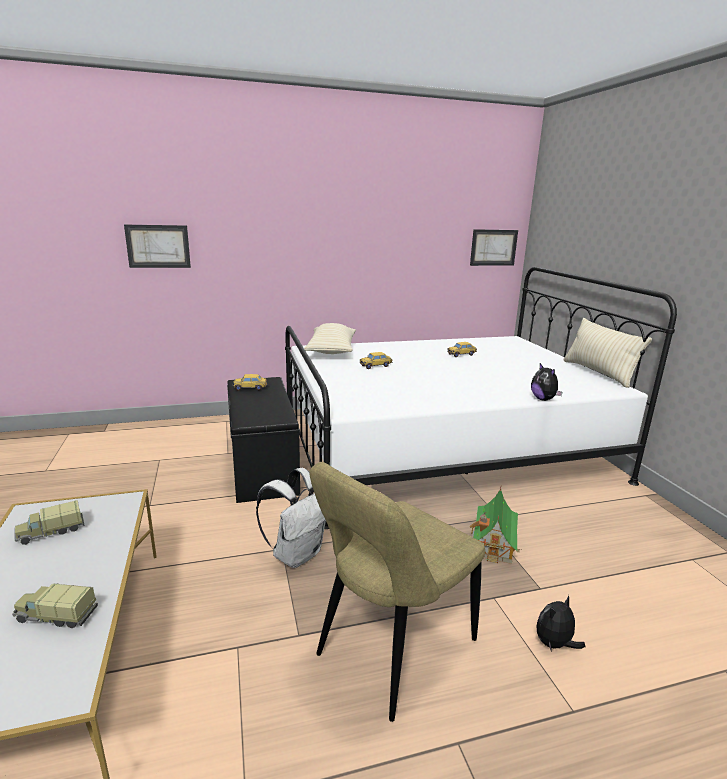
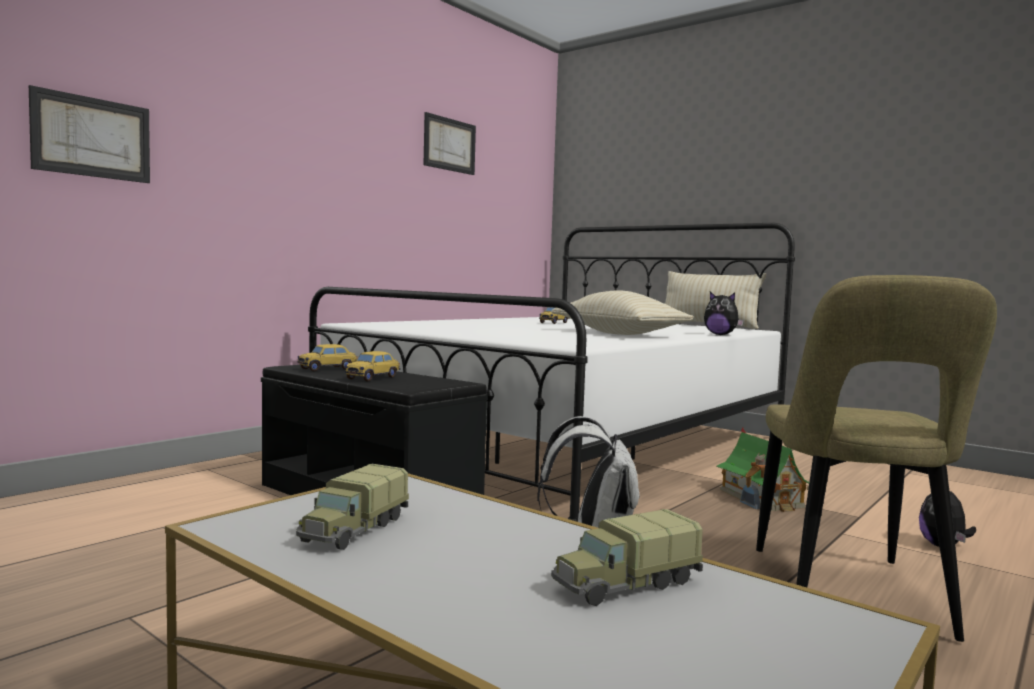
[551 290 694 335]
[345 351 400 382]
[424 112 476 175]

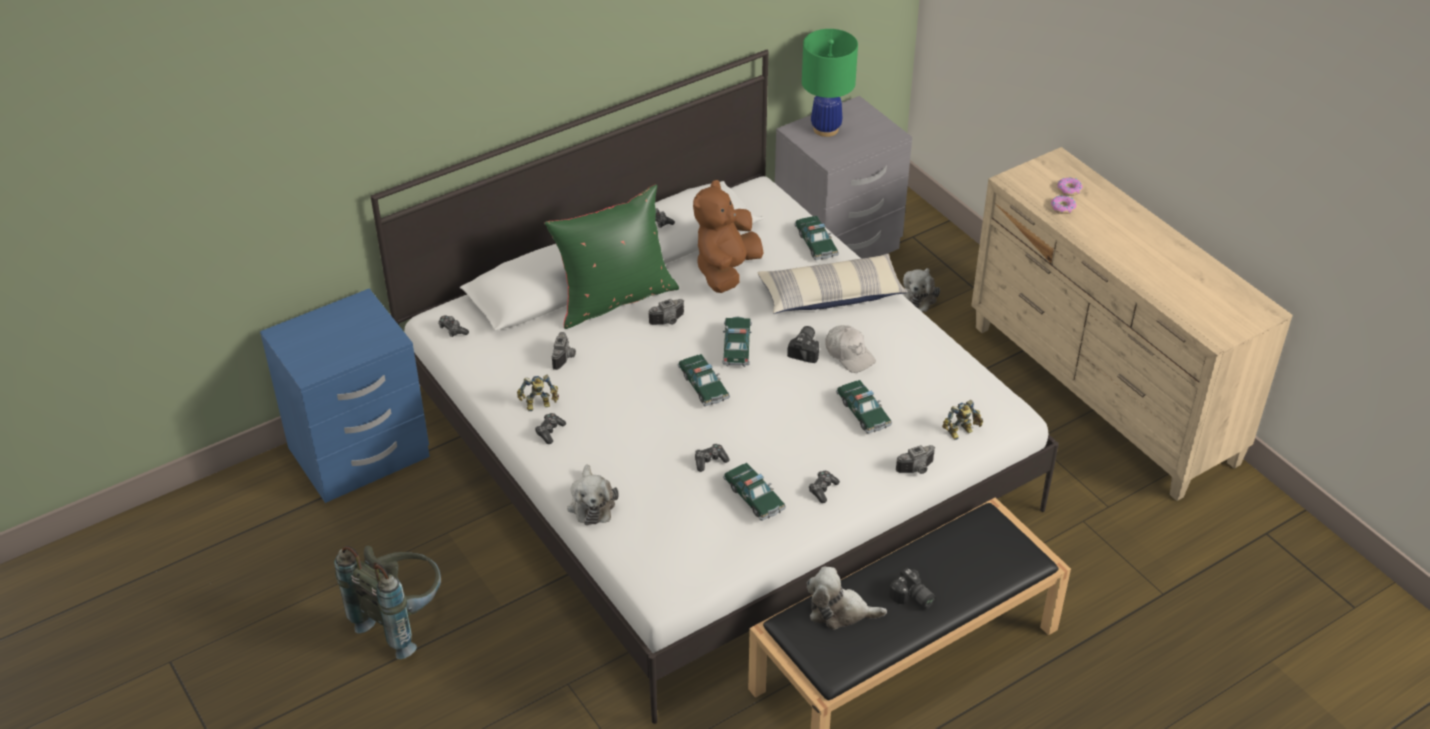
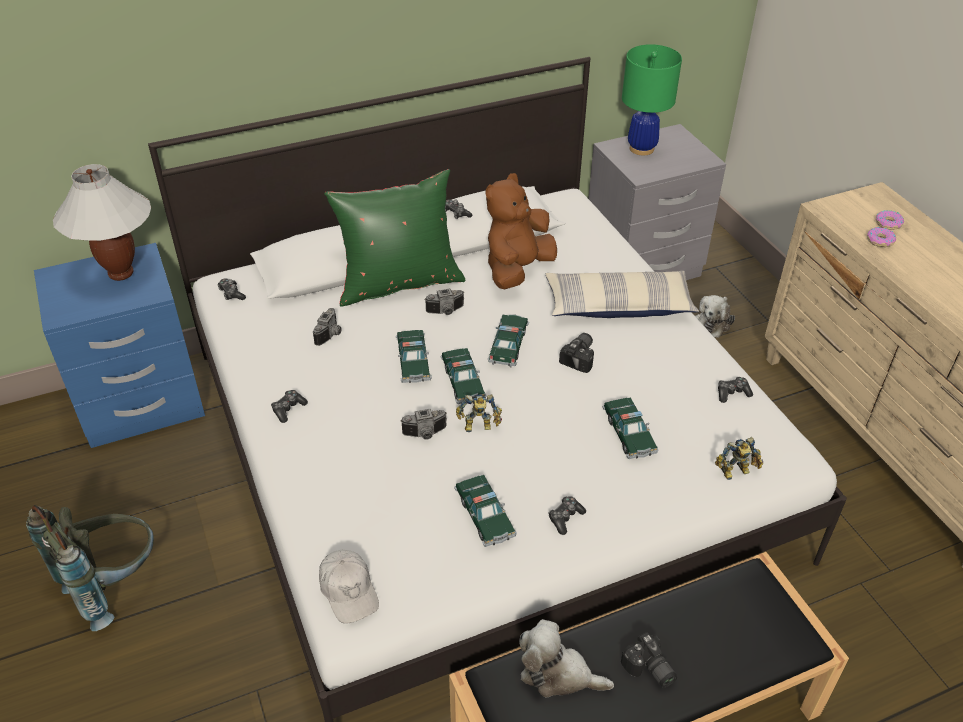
[567 465 619 525] (first image)
[53 164 151 281]
[456 394 502 432]
[718 377 753 403]
[396 330 432 383]
[319 550 379 624]
[400 409 447 440]

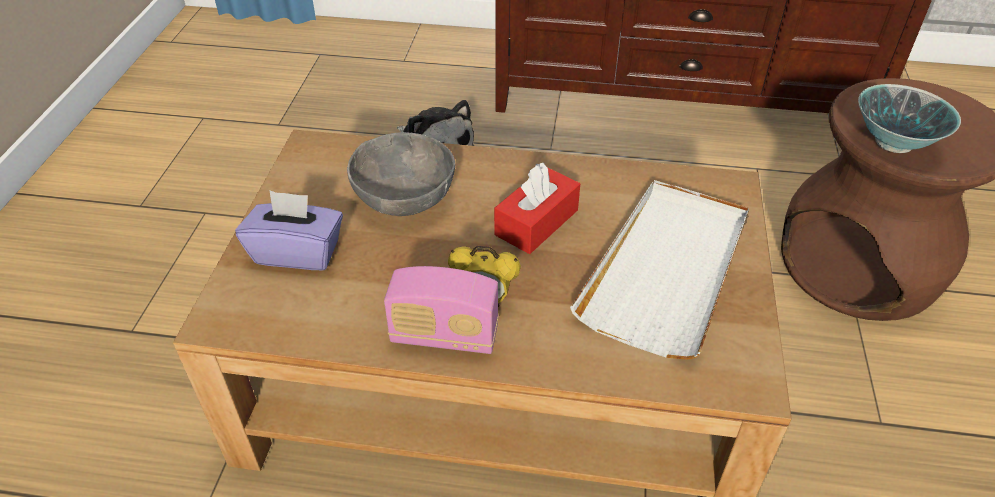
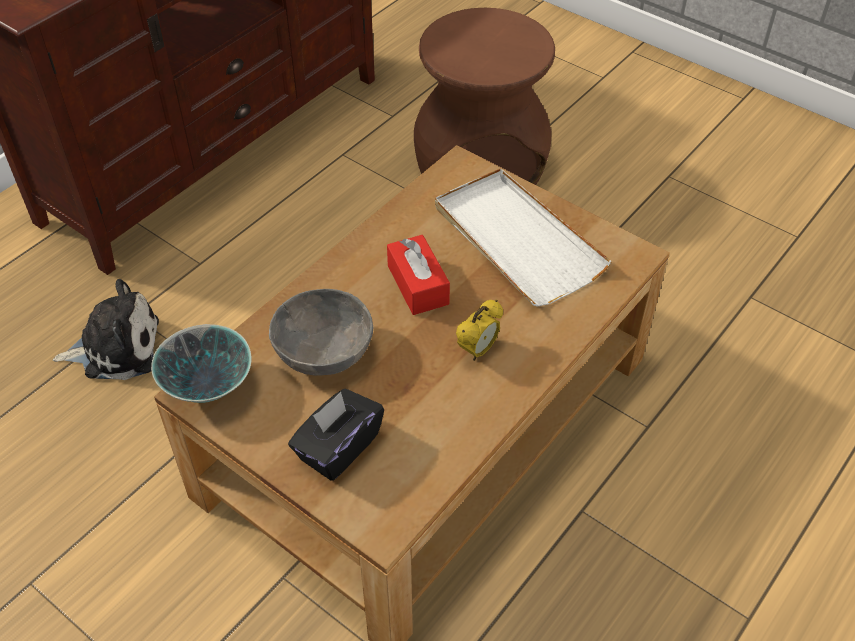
[384 266 499 354] (first image)
[151 324 251 403]
[288 388 384 481]

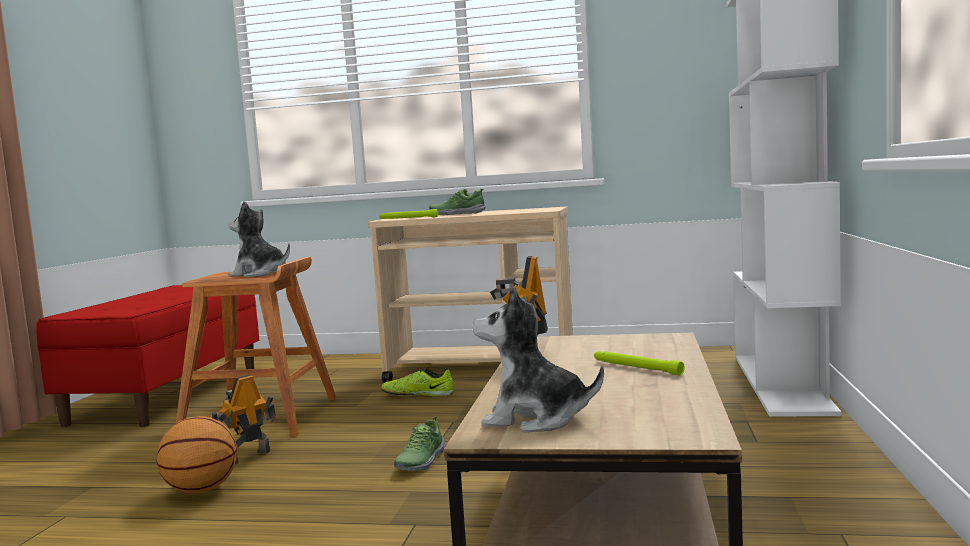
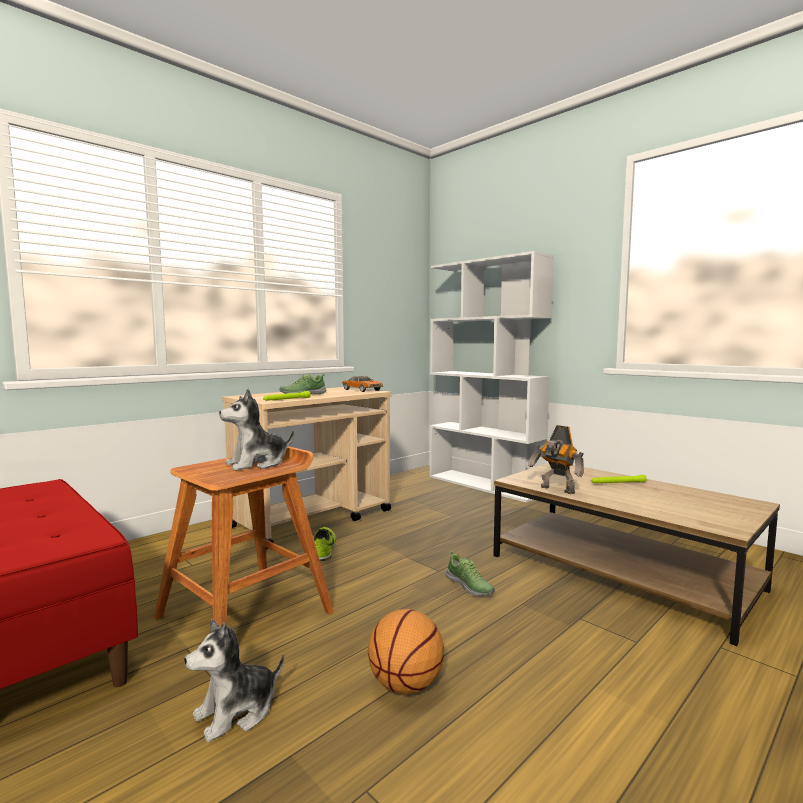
[212 375 276 464] (first image)
[342 376 383 392]
[184 619 284 742]
[314 527 336 561]

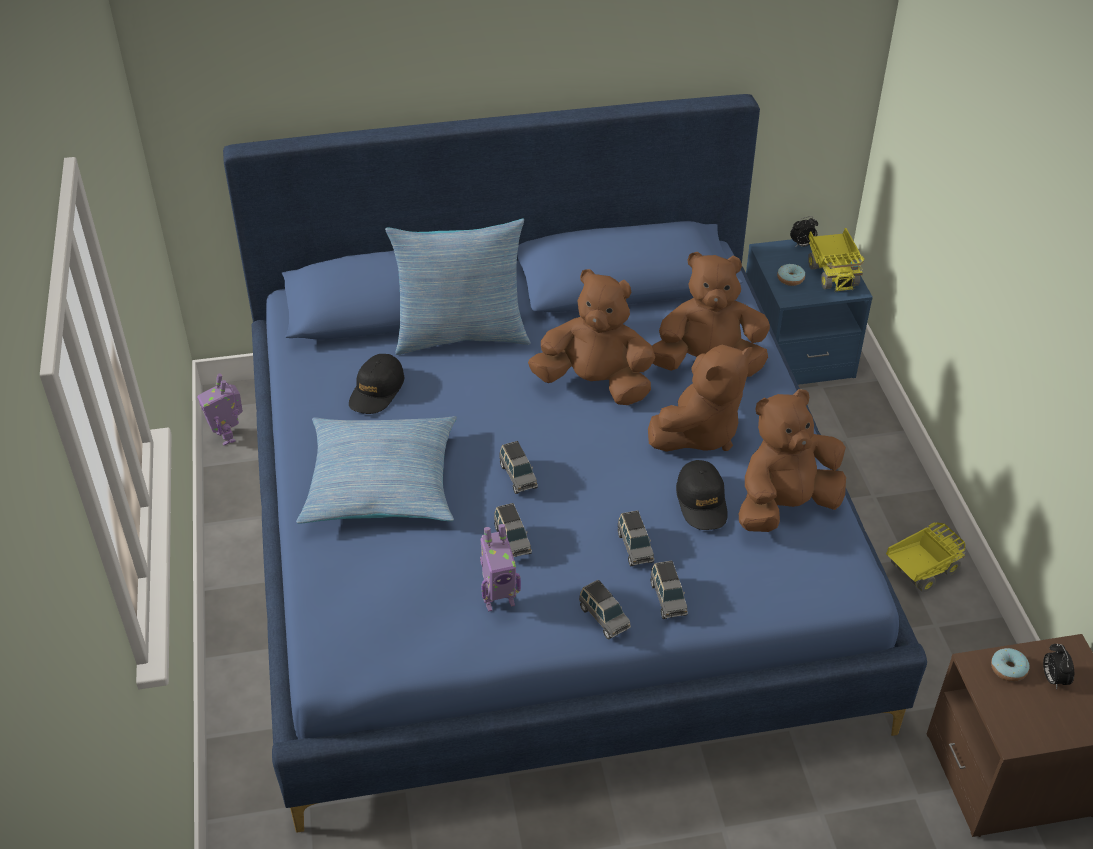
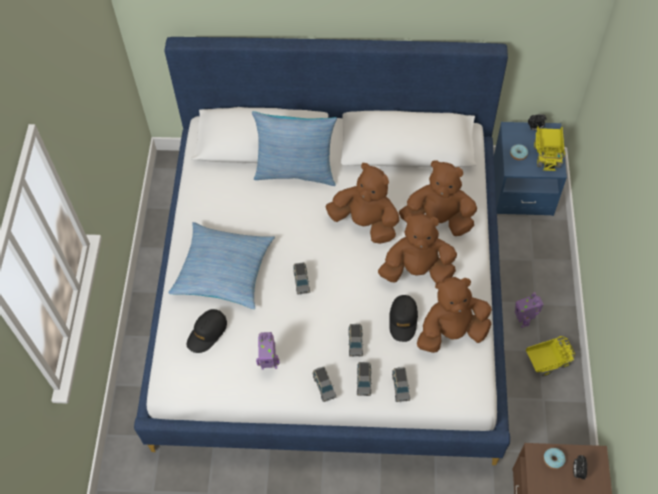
[515 292 544 328]
[187 309 227 353]
[392 367 410 402]
[134 37 510 465]
[378 214 457 283]

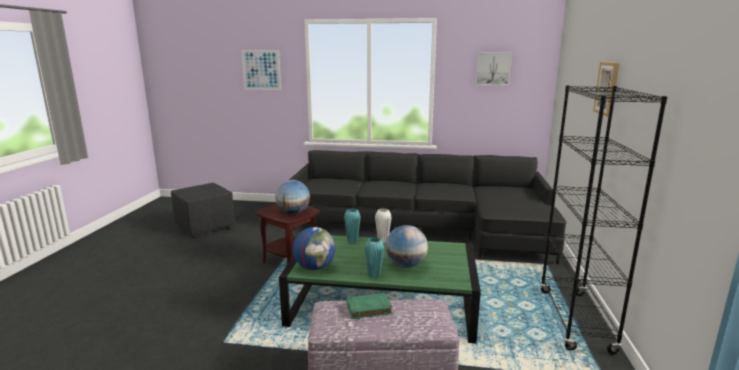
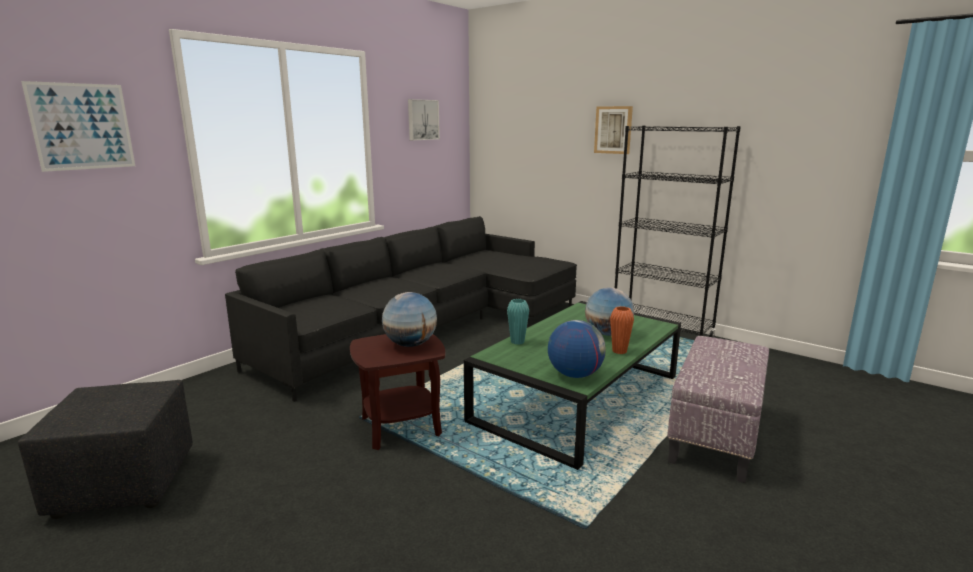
[347 293 393 319] (first image)
[375 209 392 243] (first image)
[610 306 634 354]

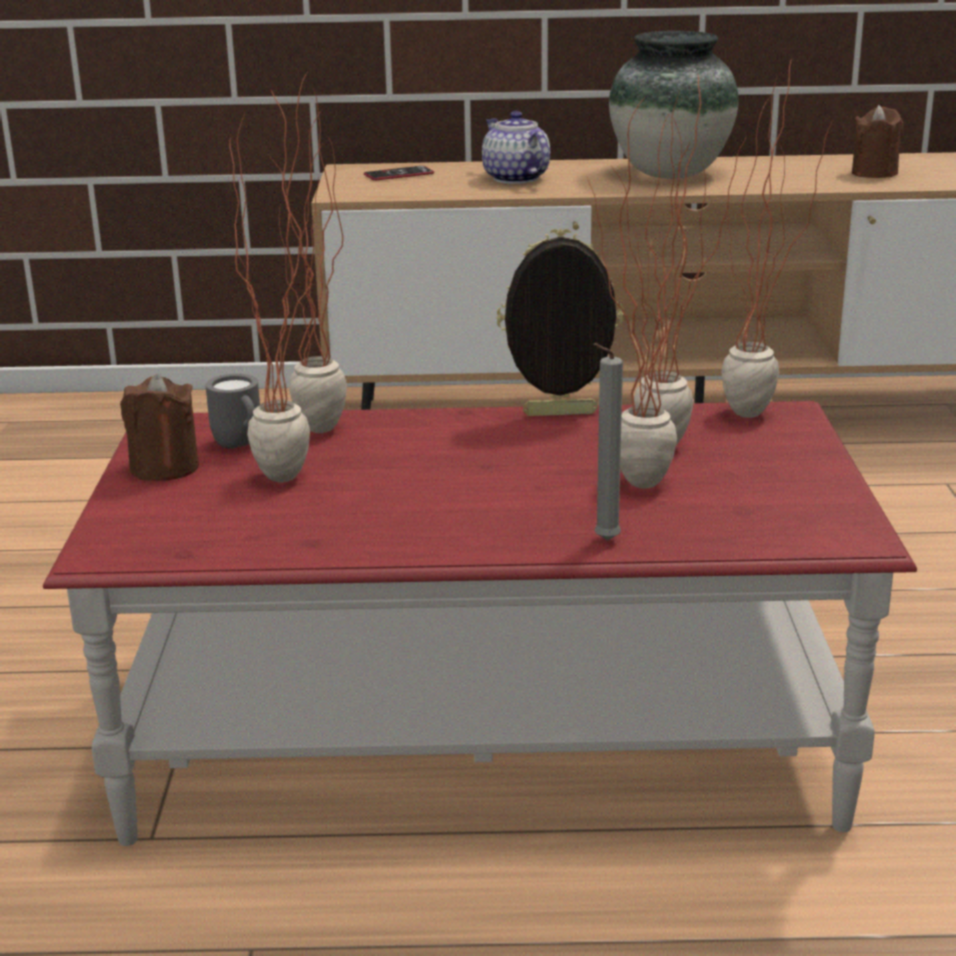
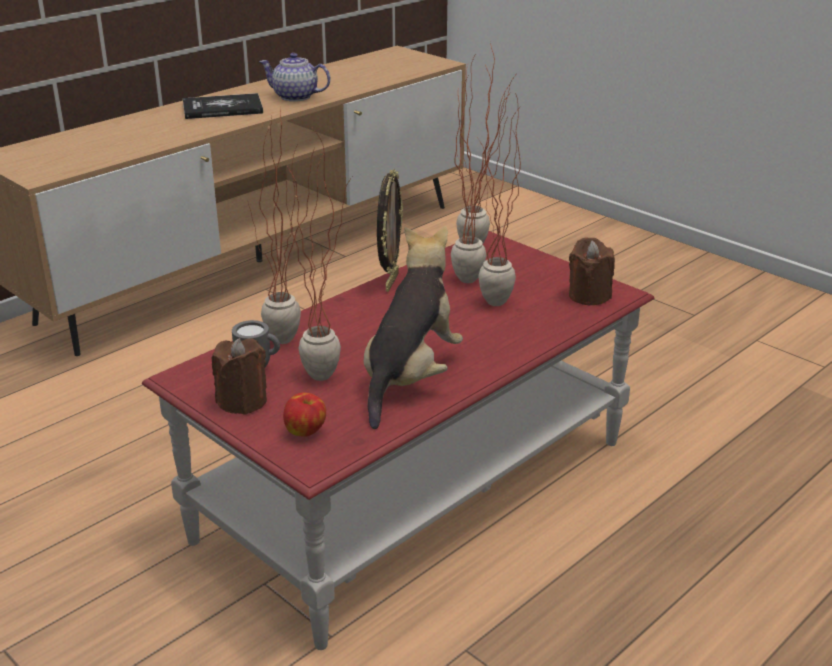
[364 166 434 181] (first image)
[593 343 623 541] (first image)
[283 393 326 437]
[364 226 463 429]
[259 53 331 102]
[569 237 615 305]
[183 93 263 119]
[377 169 403 292]

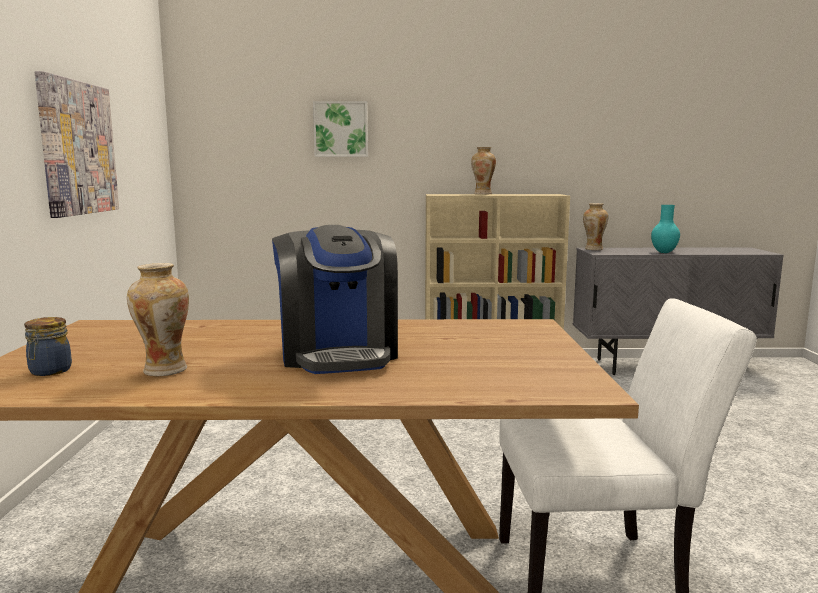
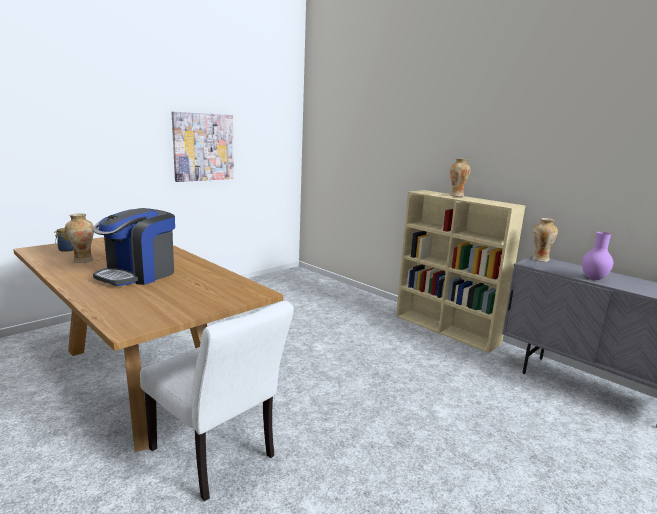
[313 101 368 157] (first image)
[582 232 613 280]

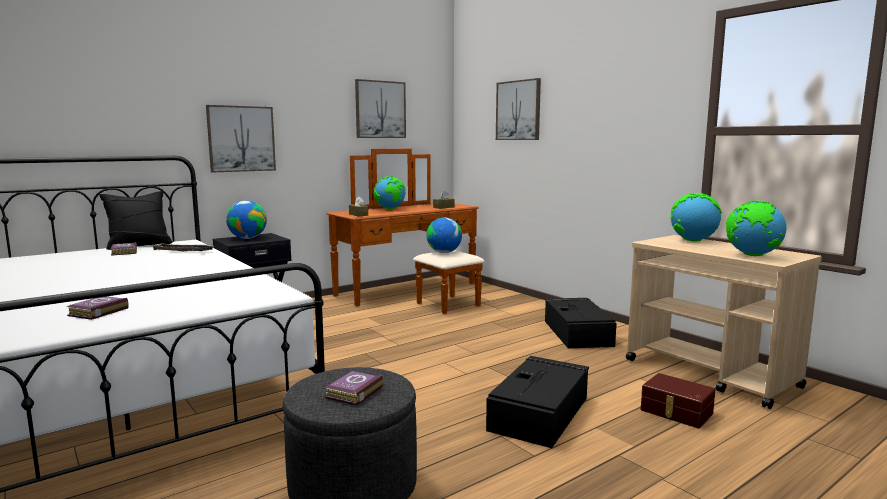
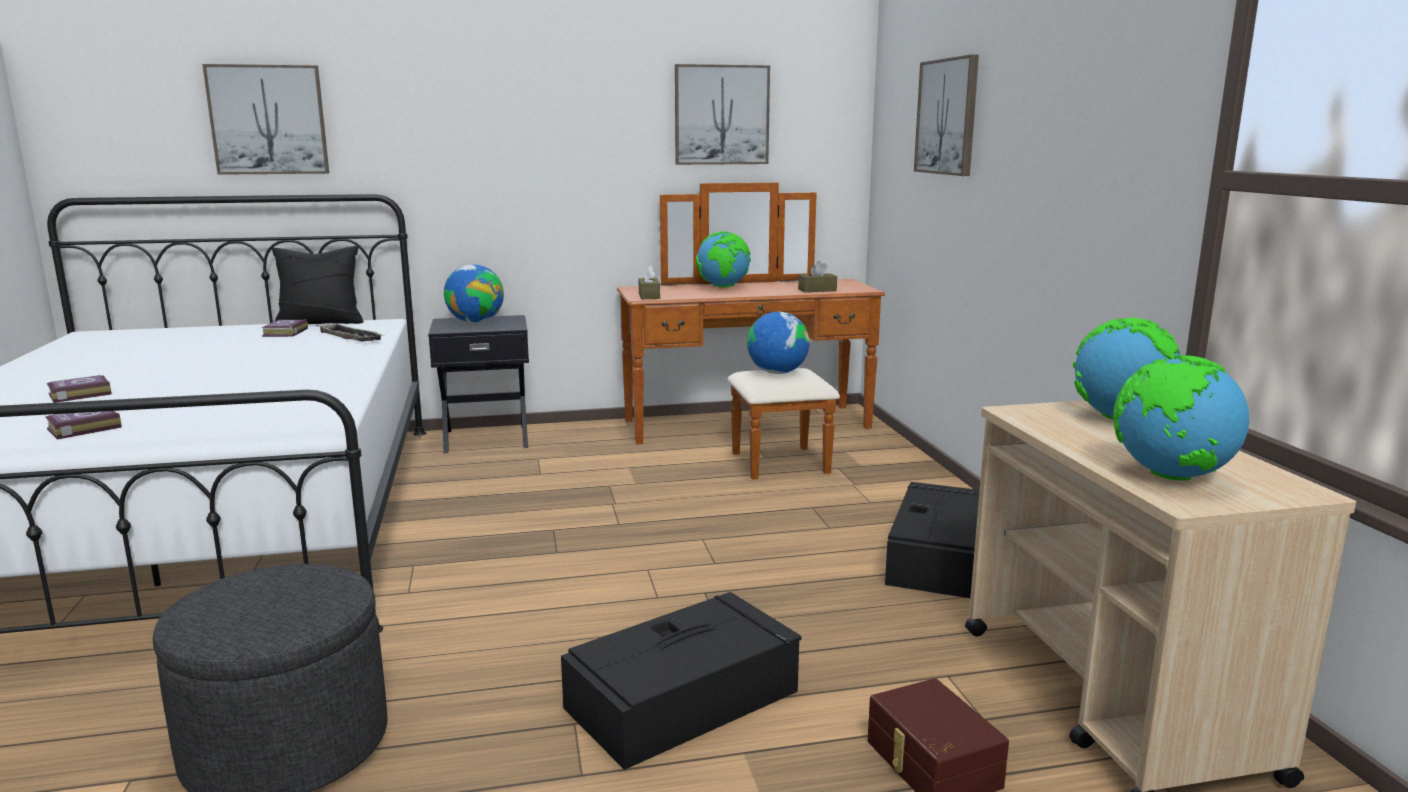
[202 64 329 175]
[47 375 112 403]

